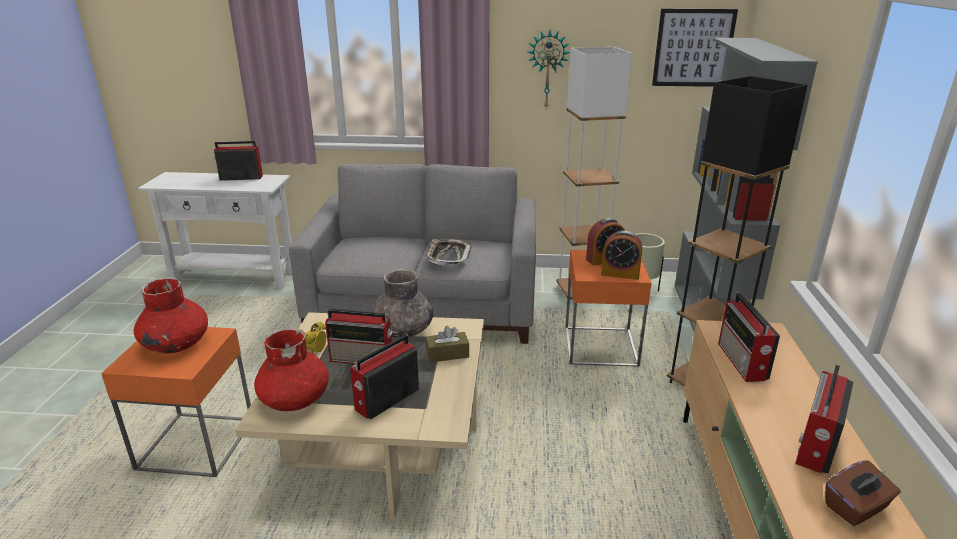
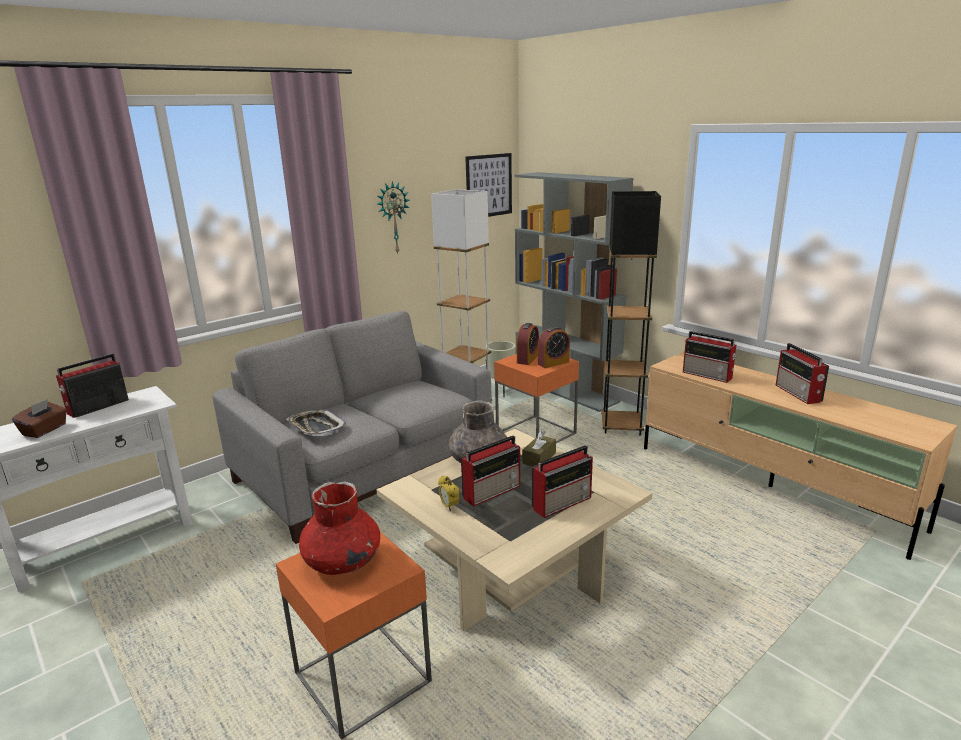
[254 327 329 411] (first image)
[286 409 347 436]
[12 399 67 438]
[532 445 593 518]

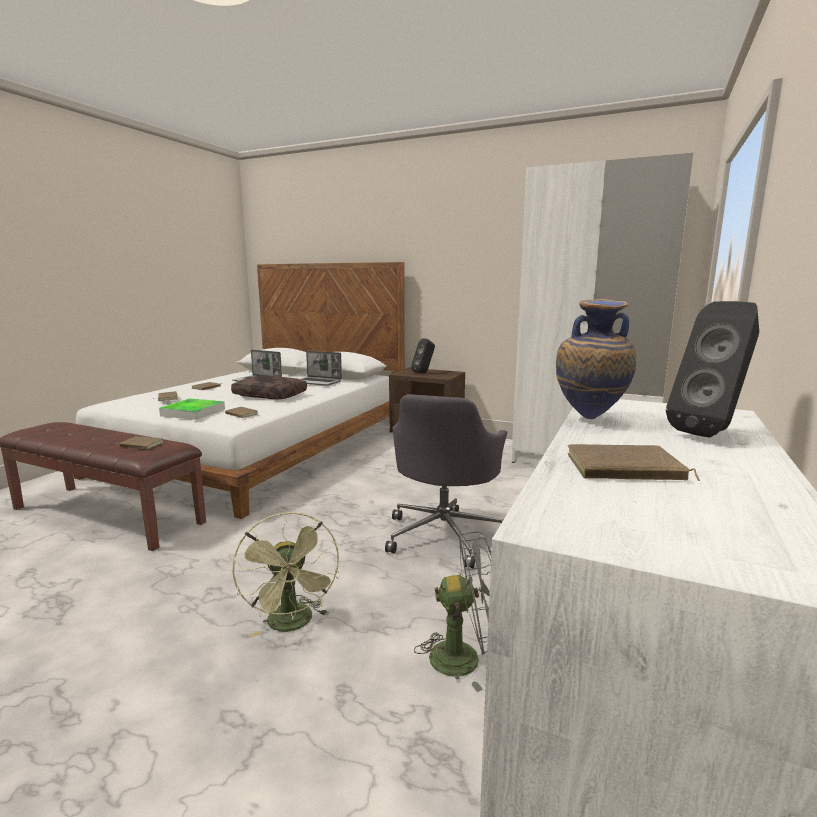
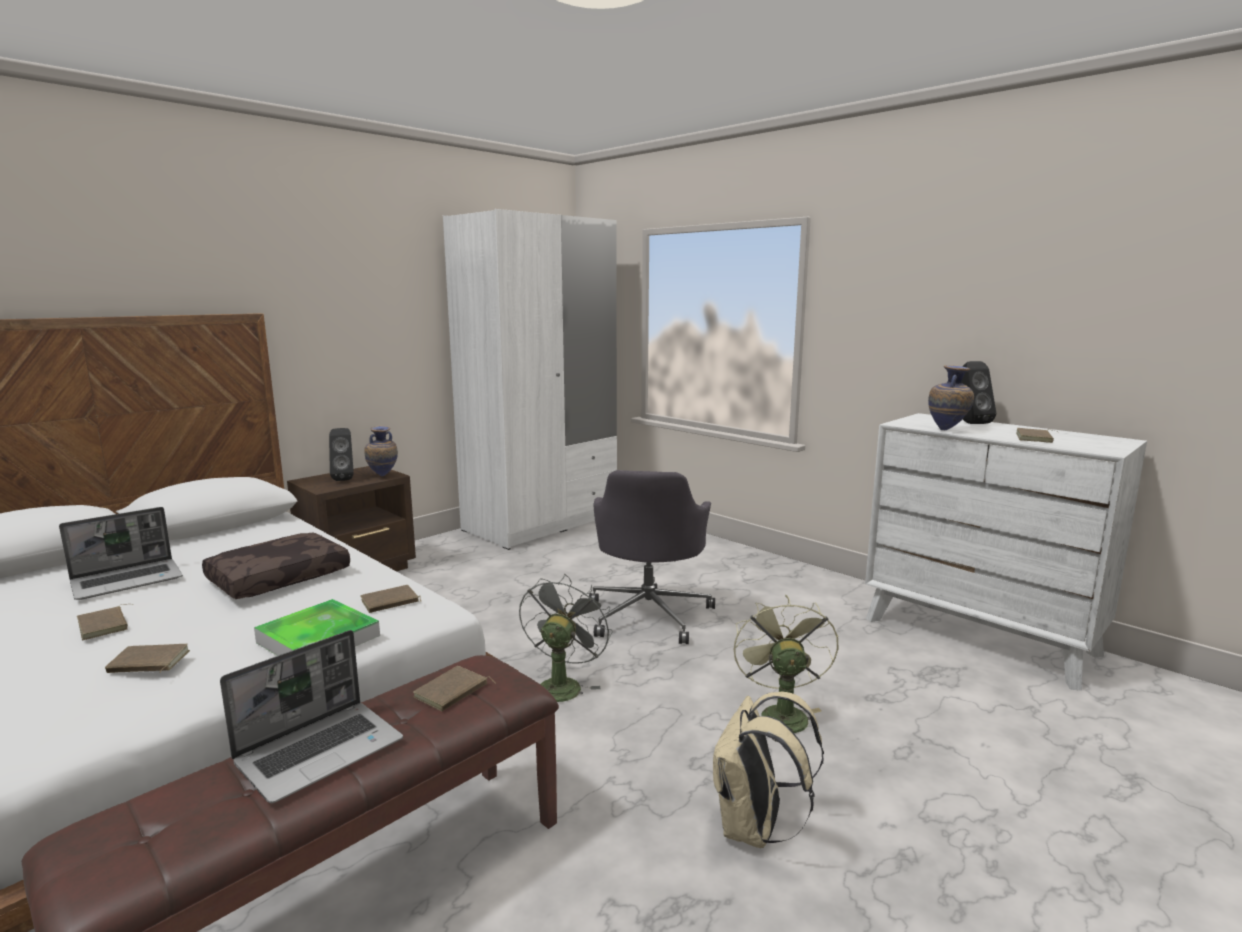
[364 426 398 476]
[713 692 824 848]
[220 630 403 803]
[519 574 613 702]
[733 595 839 742]
[589 470 715 644]

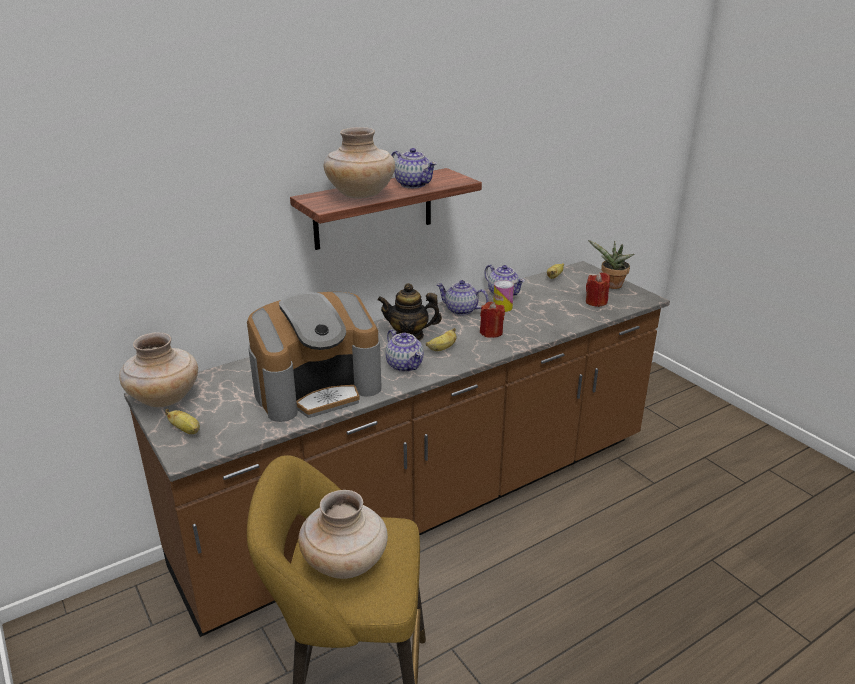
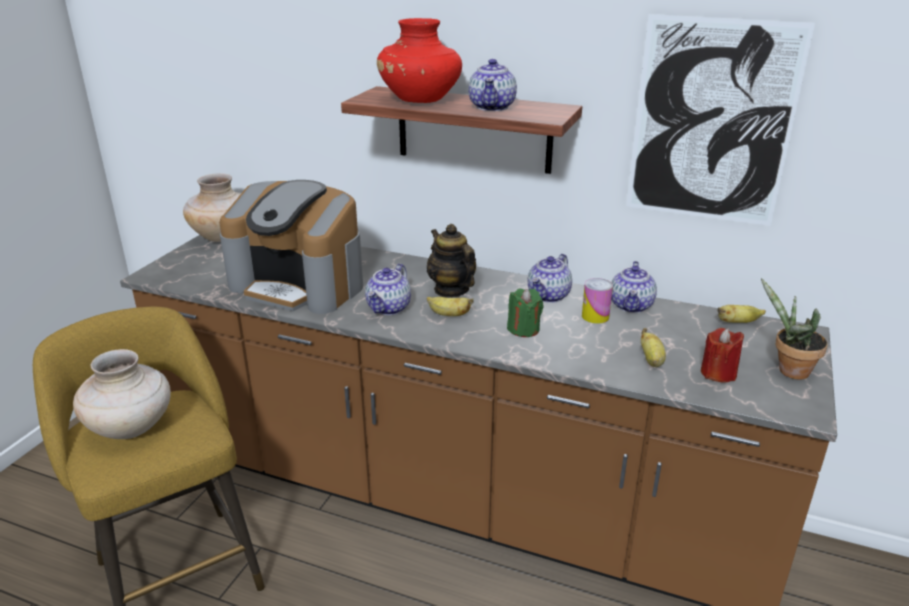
[626 14 815 226]
[641 328 666 367]
[377 18 462 103]
[507 289 543 337]
[528 254 572 303]

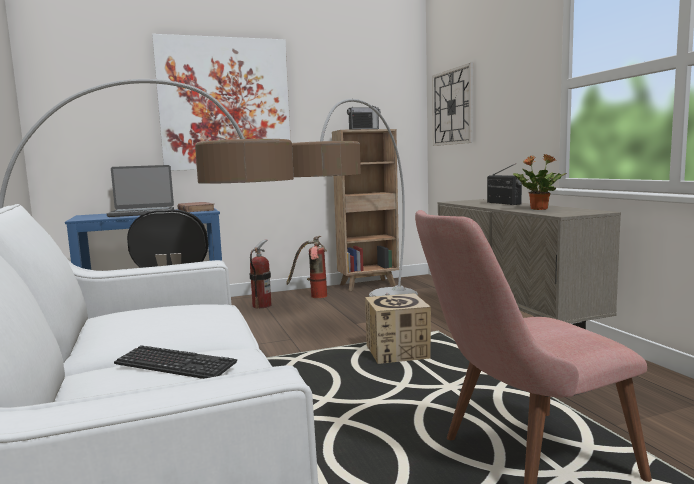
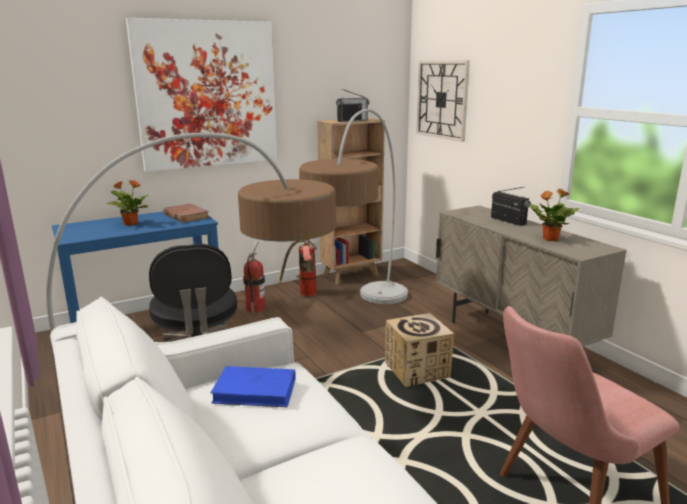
[114 345 237 379] (first image)
[211 366 296 407]
[106 180 149 226]

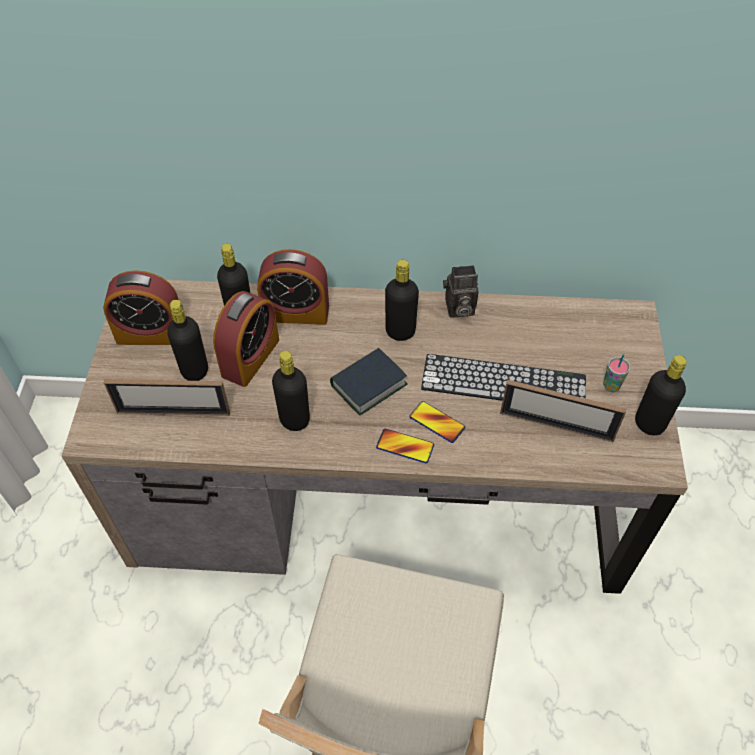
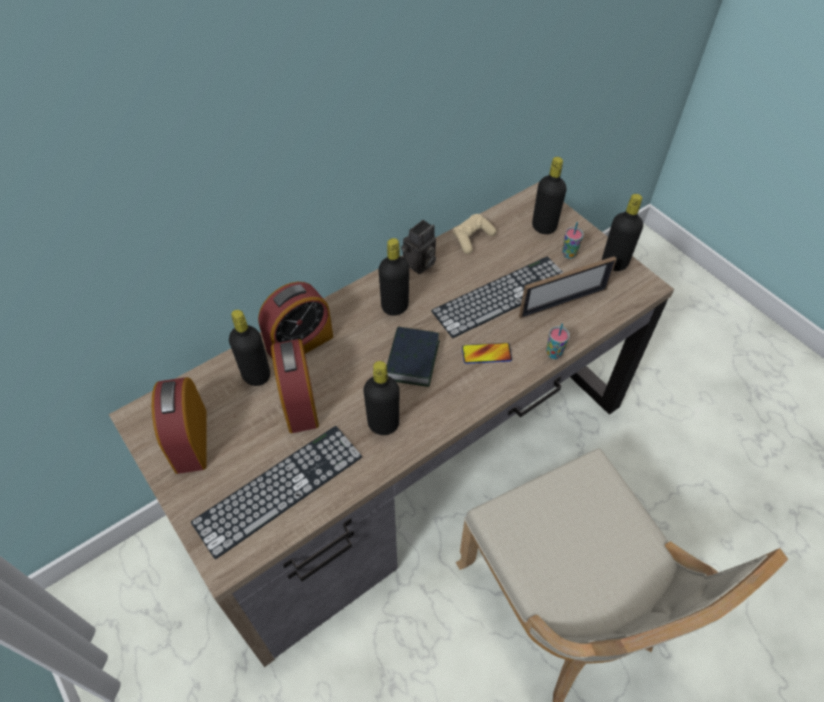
[376 429 434 463] (first image)
[453 214 497 254]
[546 323 570 359]
[532 157 567 234]
[191 426 362 559]
[152 377 206 474]

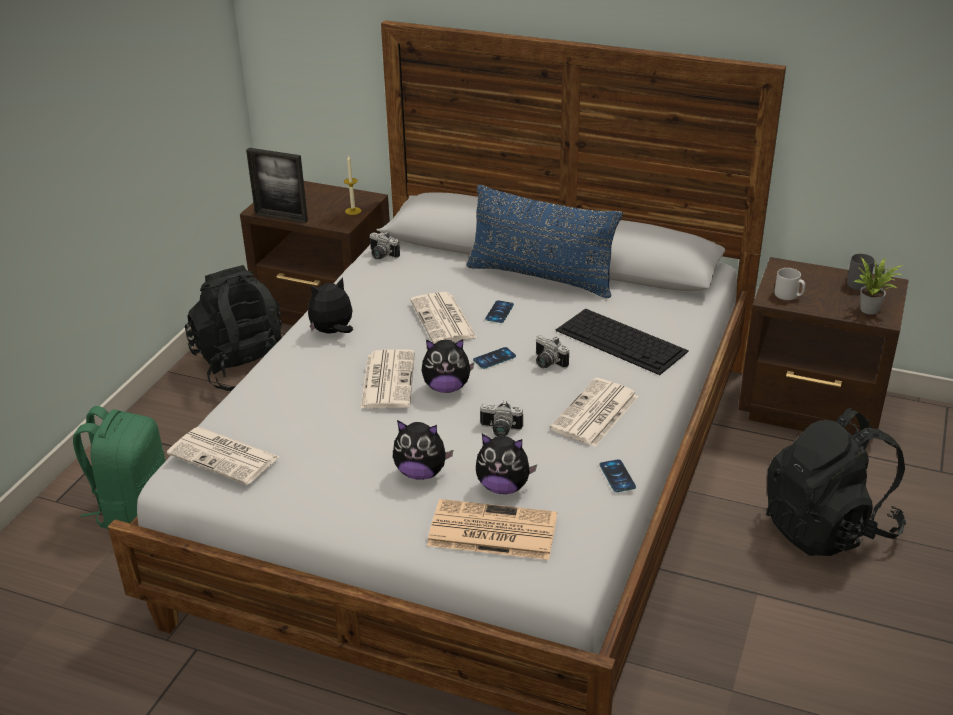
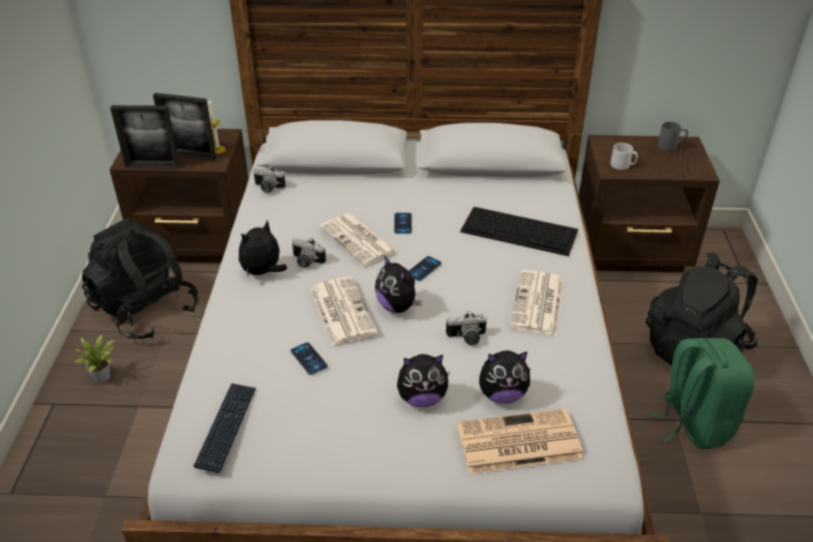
[467 184 623 298] (first image)
[153 93 216 161]
[647 338 755 449]
[292 238 326 268]
[291 342 328 375]
[75 334 116 383]
[193 383 256 473]
[375 255 422 313]

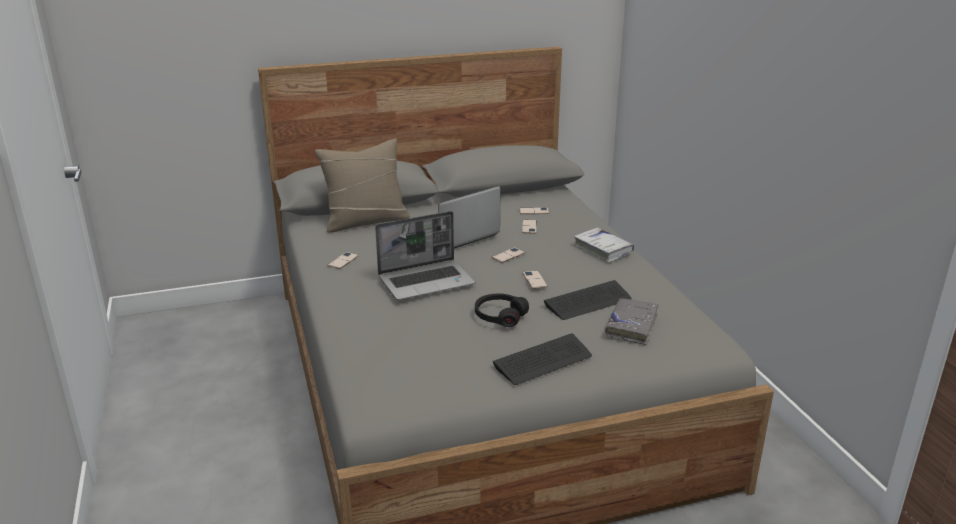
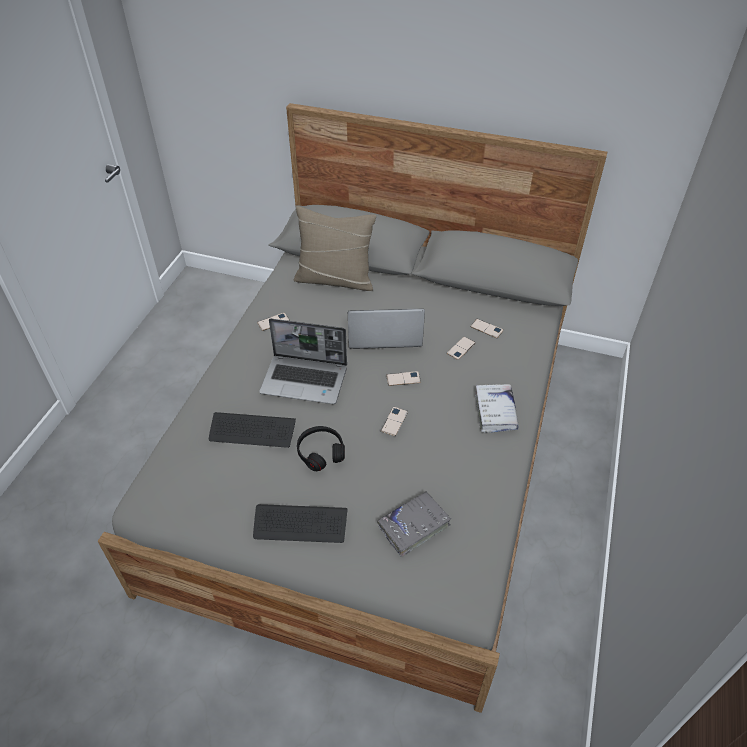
[209 412 296 448]

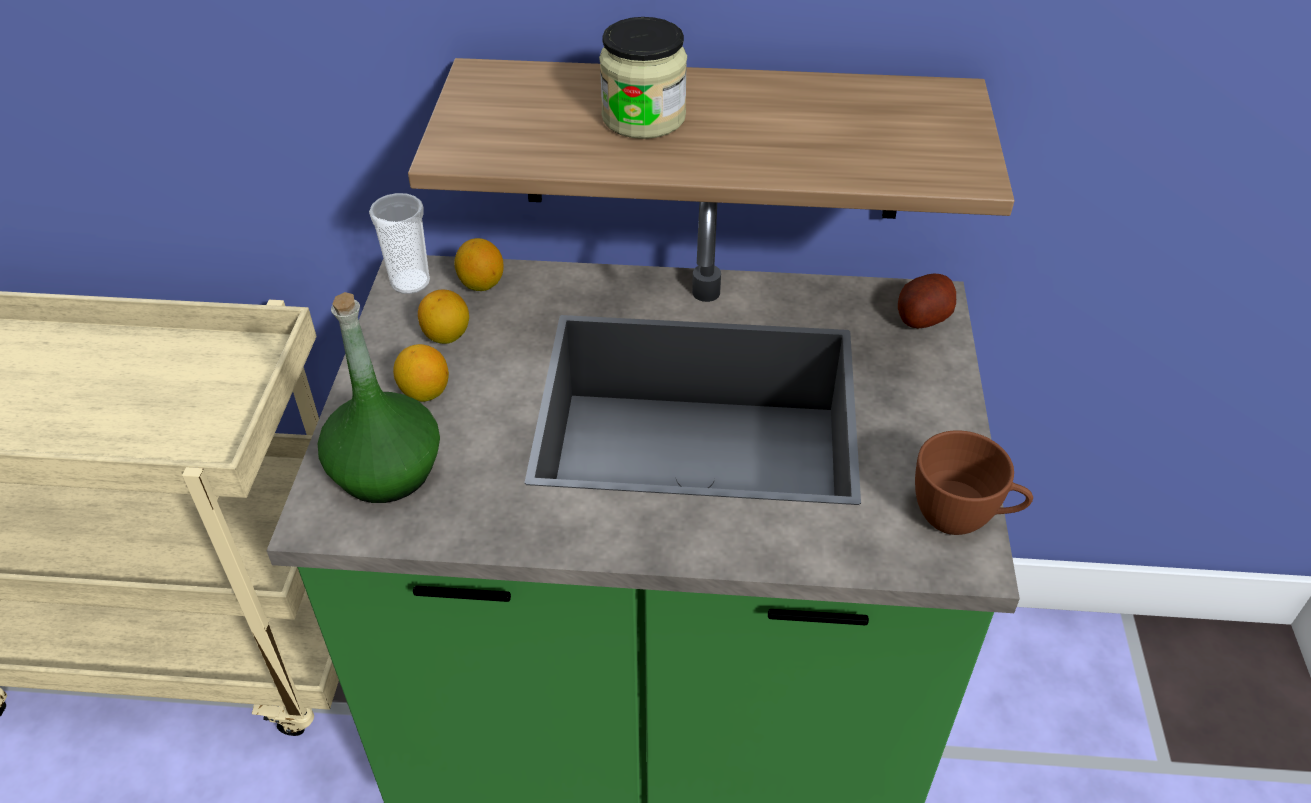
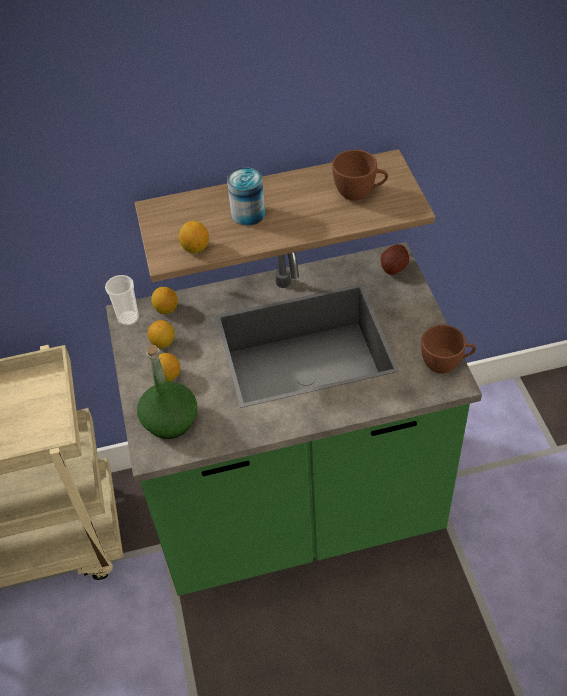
[179 221 209 253]
[332 150 388 201]
[227 168 265 226]

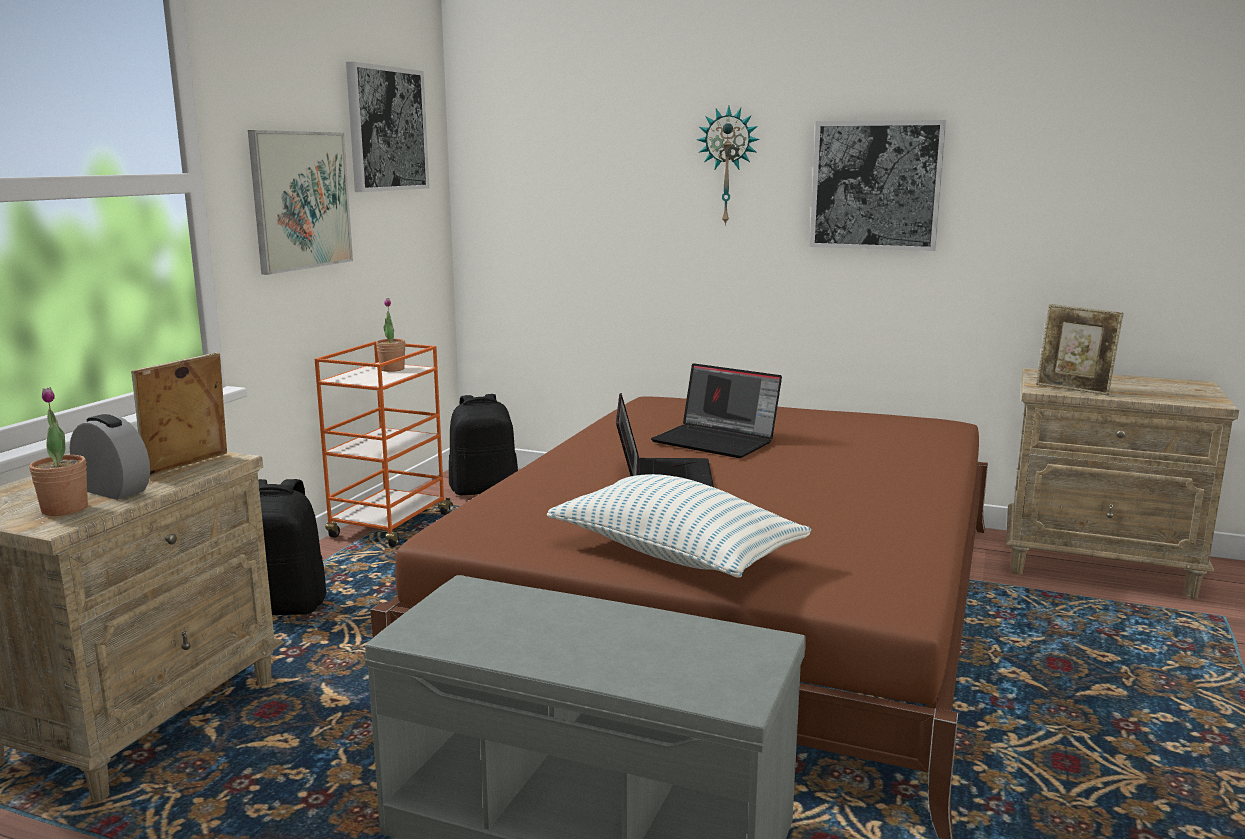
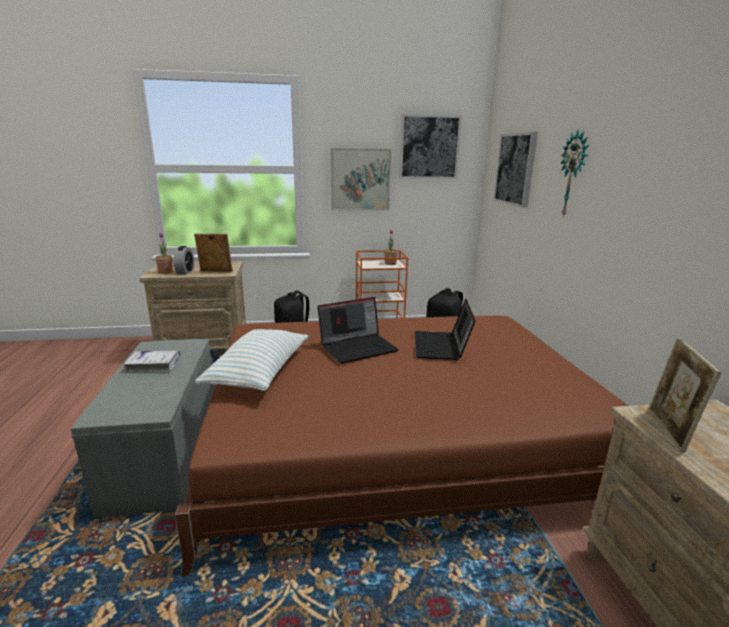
[123 351 181 372]
[493 132 538 208]

